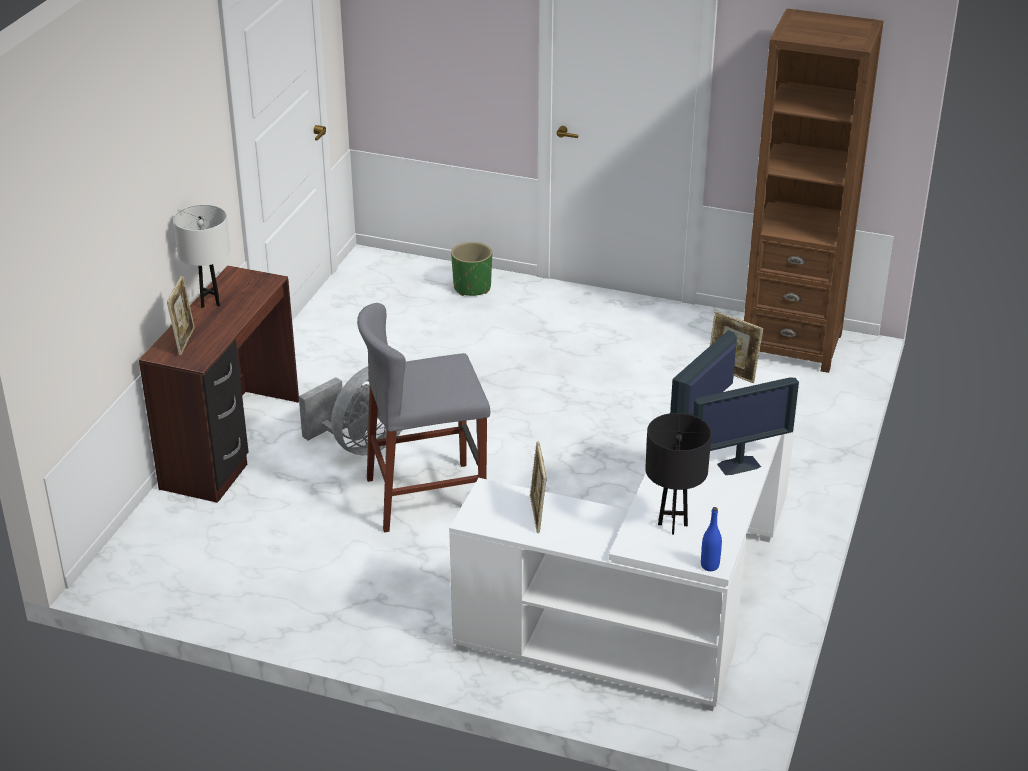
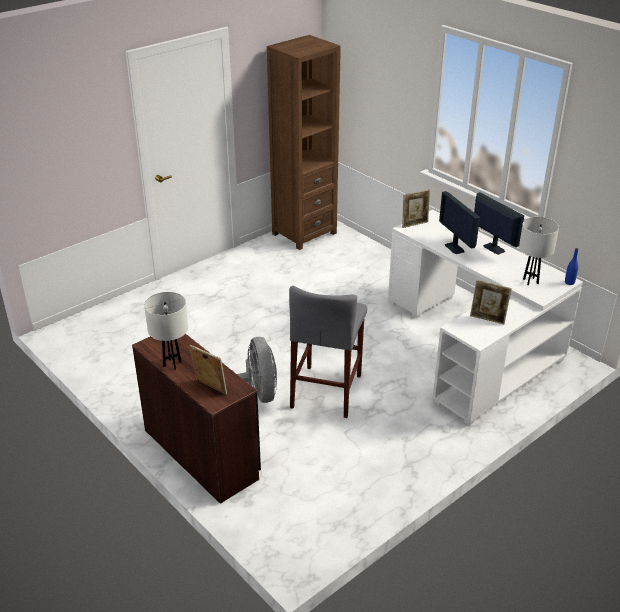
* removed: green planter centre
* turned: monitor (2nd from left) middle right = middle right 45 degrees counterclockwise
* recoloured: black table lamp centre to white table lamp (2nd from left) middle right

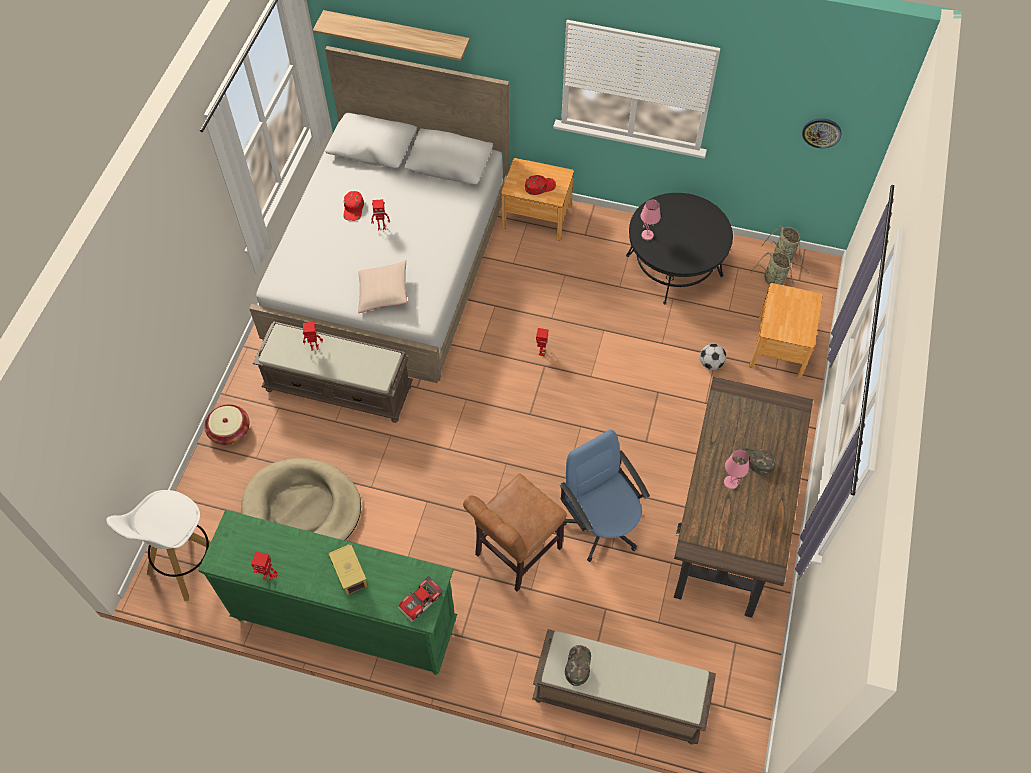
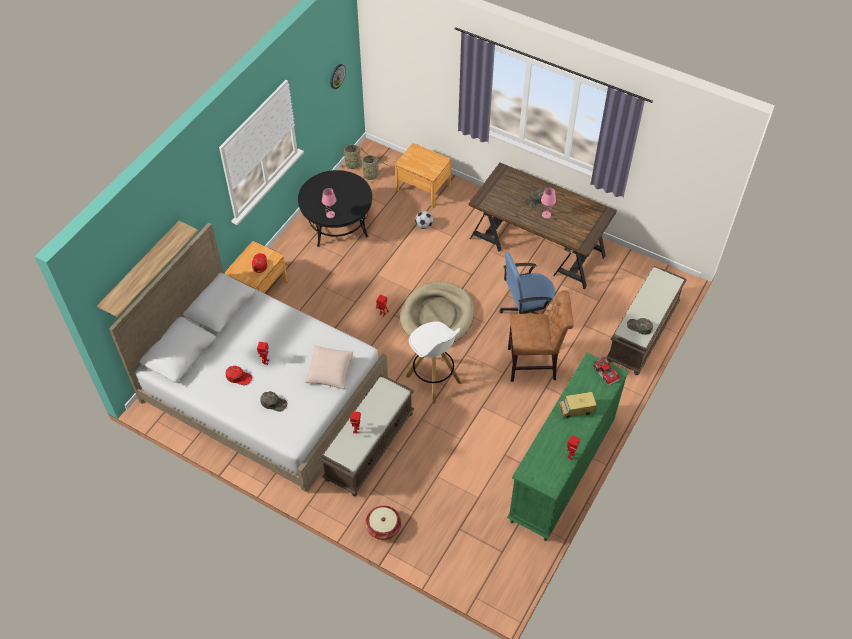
* moved: beige dog bed middle left to centre
* turned: brown chair bottom centre = centre 60 degrees counterclockwise
* moved: white stool bottom left to centre
* added: green cap (1st from left) middle left

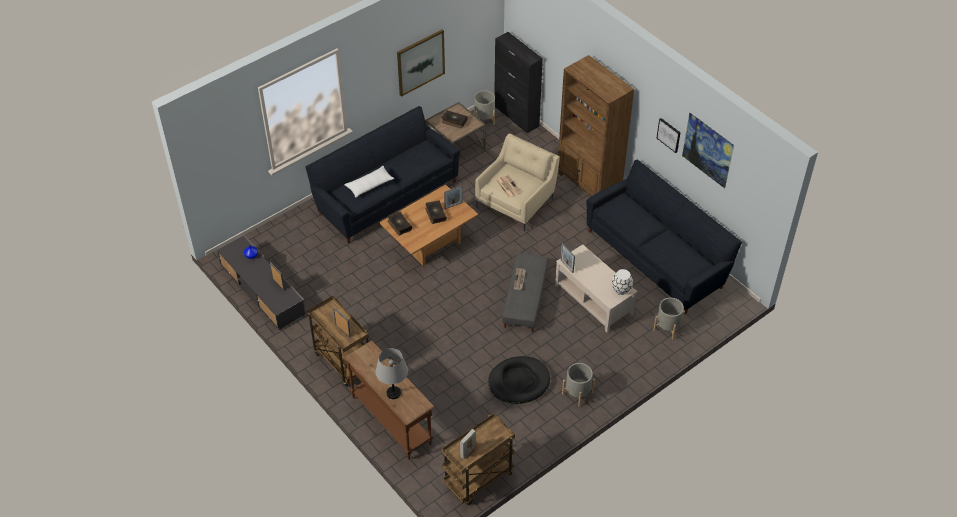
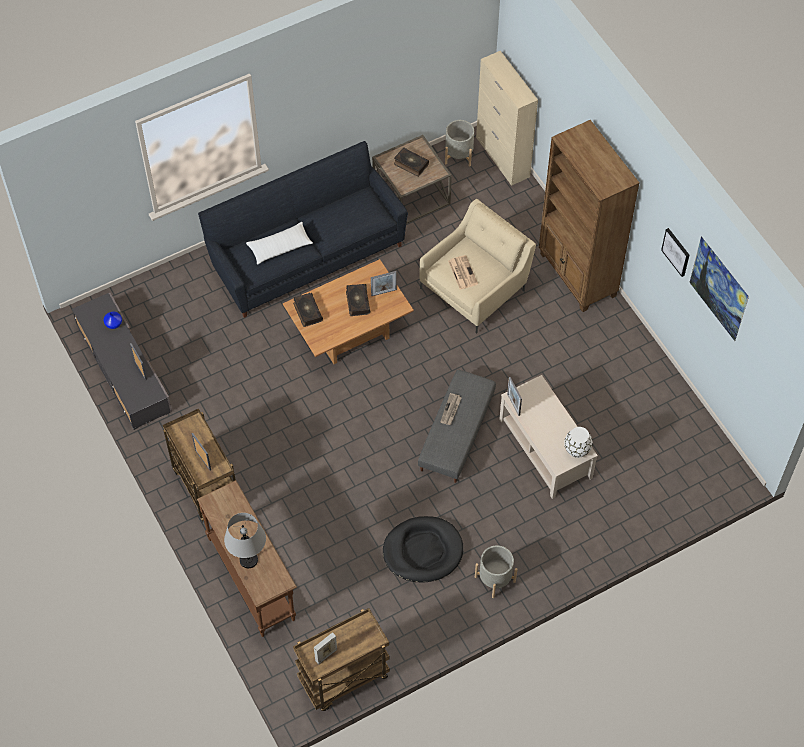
* removed: picture (1st from left) top centre
* recoloured: black cabinet top centre to beige cabinet top centre
* removed: black sofa (2nd from left) middle right
* removed: grey planter (3rd from left) middle right

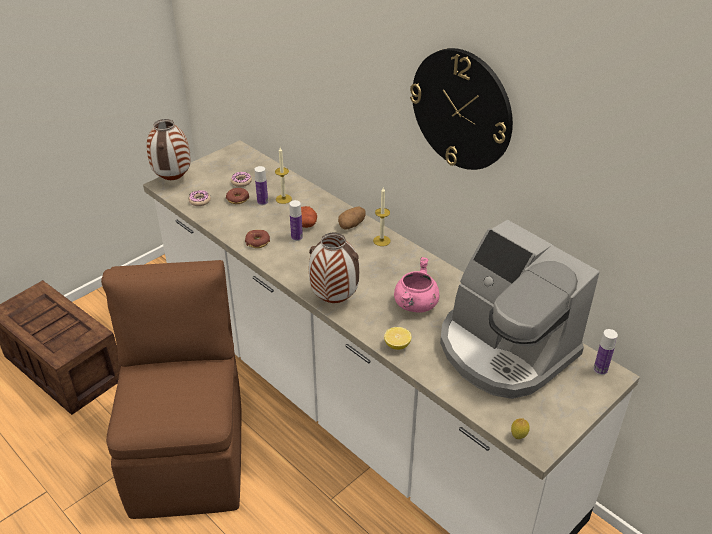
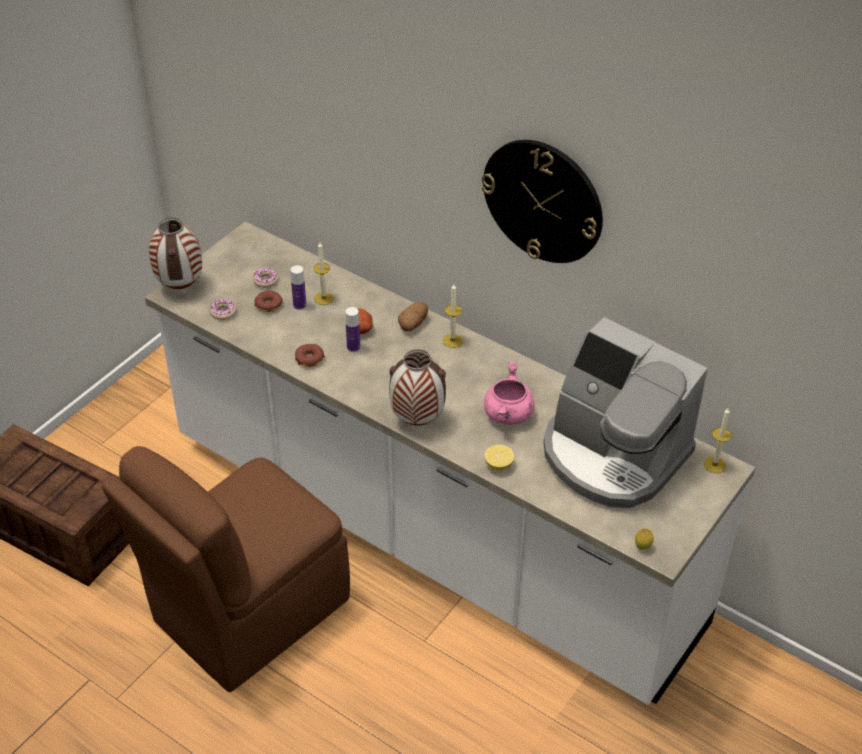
* turned: brown chair bottom left = bottom left 120 degrees counterclockwise
* replaced: bottle (3rd from left) middle right to candle (3rd from left) middle right

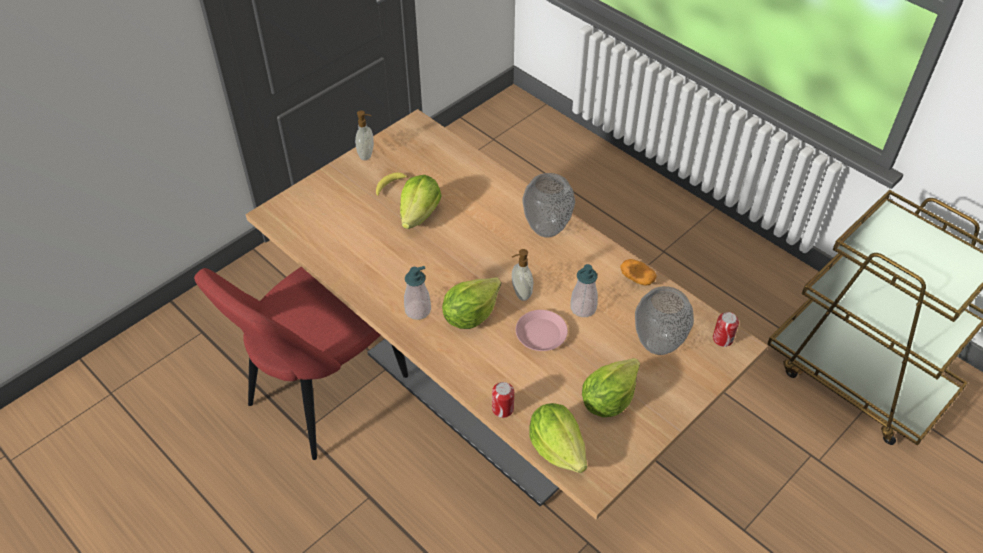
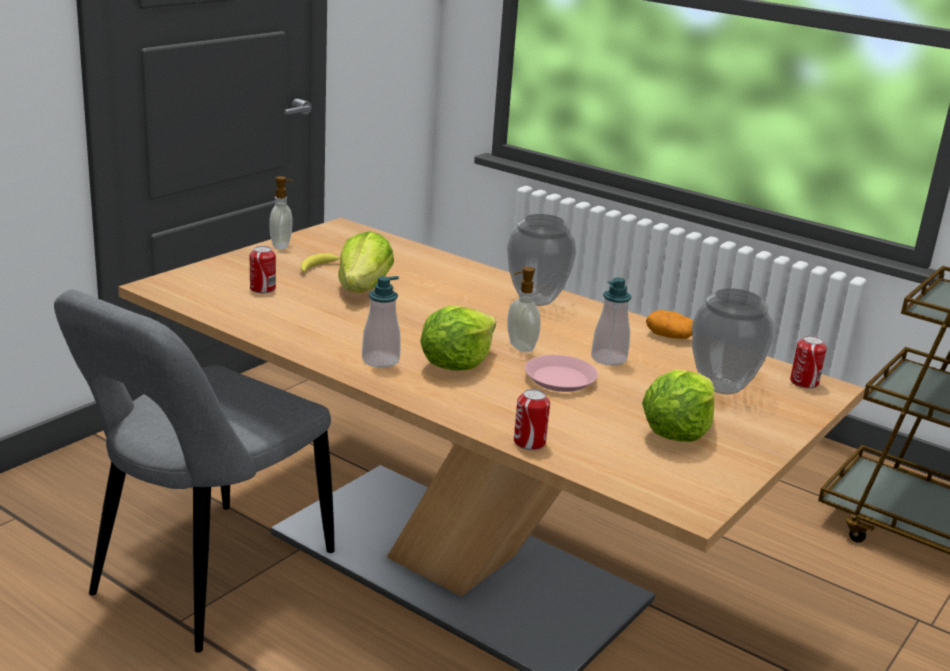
* recoloured: red chair middle left to grey chair bottom left
* removed: lettuce (3rd from left) bottom centre
* added: can (1st from left) middle left

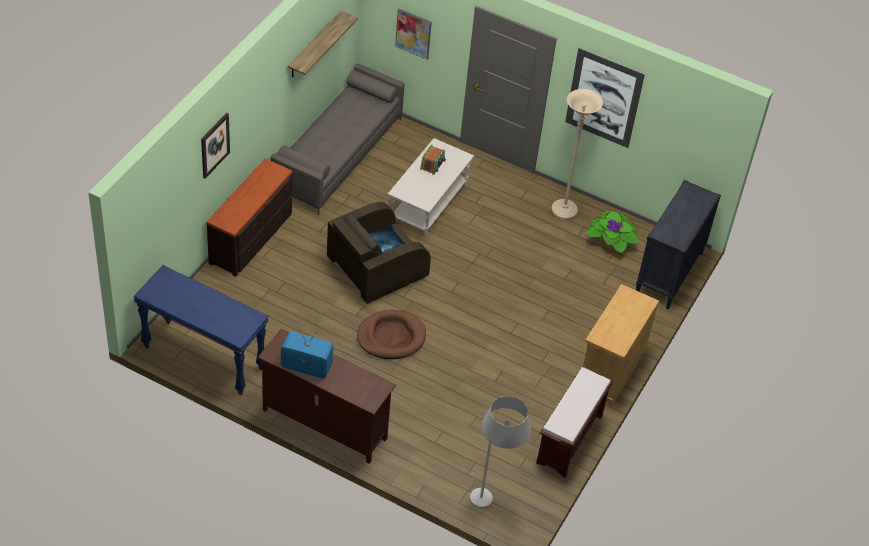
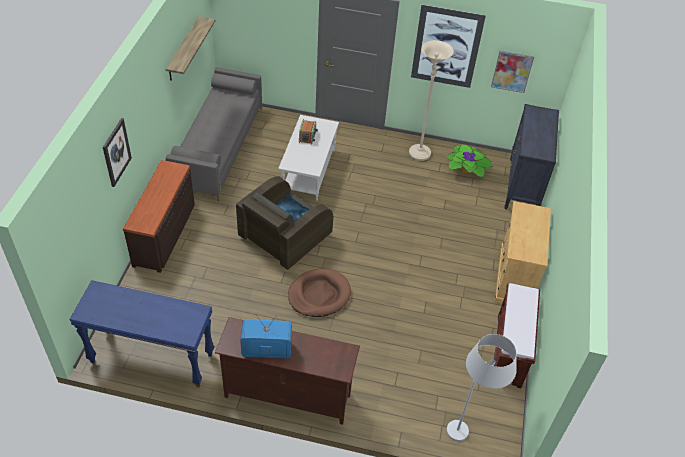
* moved: picture (2nd from left in the first image) top centre to picture (3rd from left) top right

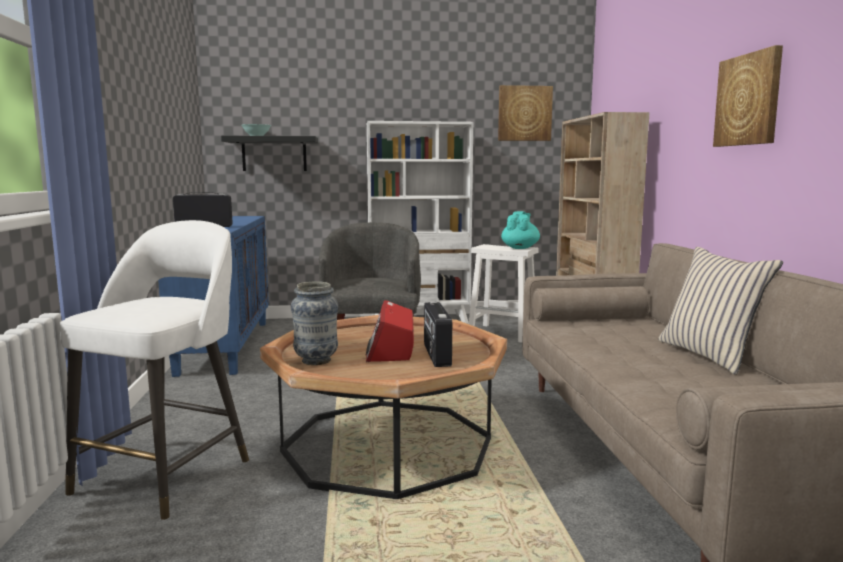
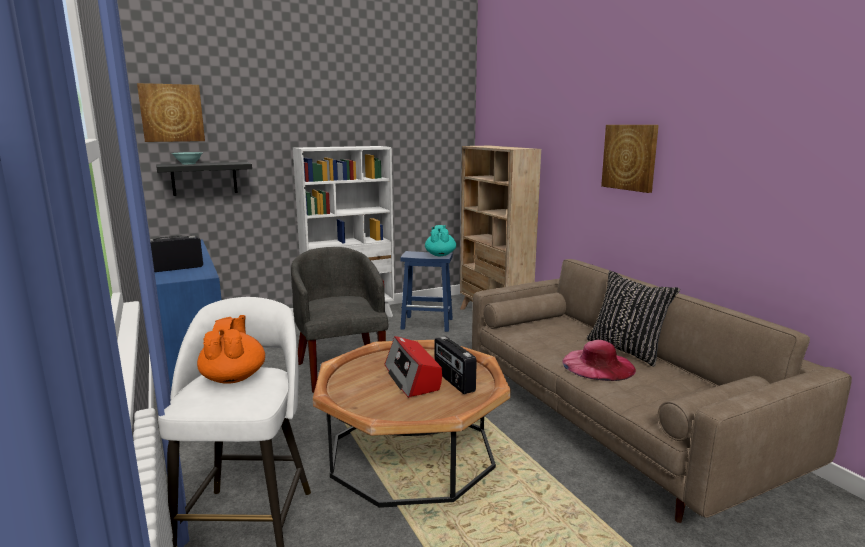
* moved: picture (1st from left) top centre to top left
* recoloured: white stool (2nd from left) centre to blue stool centre
* recoloured: beige pillow middle right to black pillow middle right
* removed: vase centre
* added: orange teapot middle left
* added: pink hat middle right

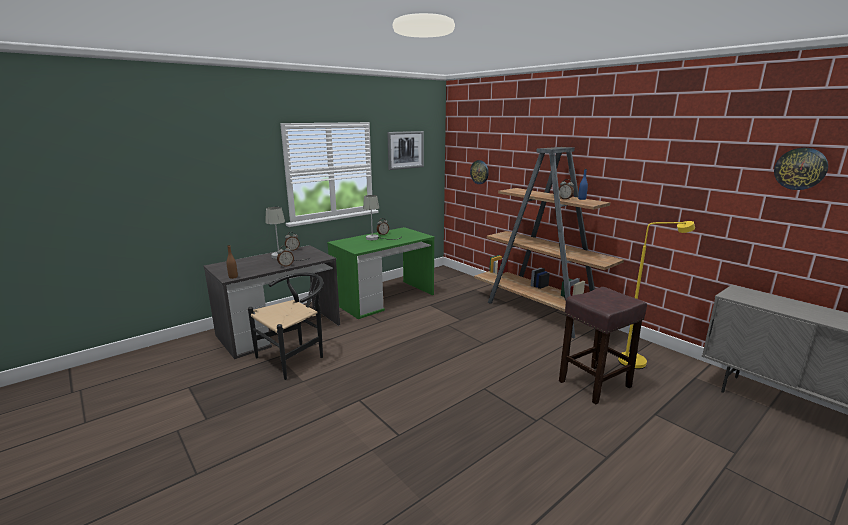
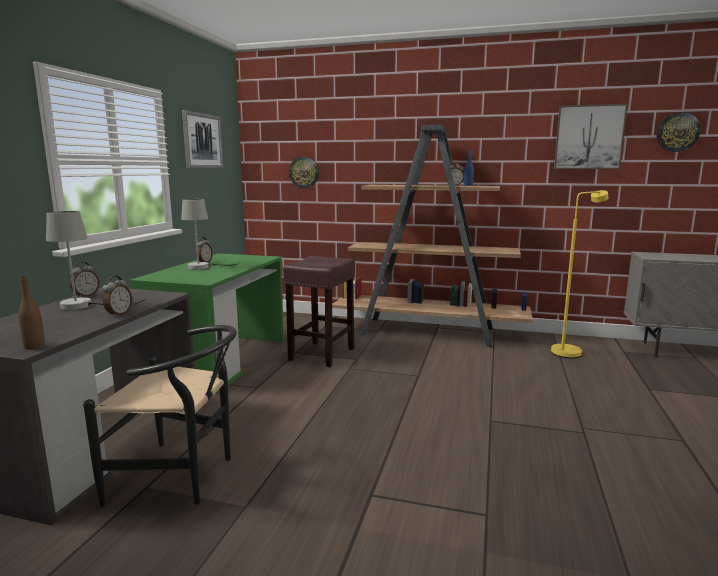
* turned: black chair centre = bottom left 90 degrees clockwise
* moved: brown stool middle right to centre
* added: picture (2nd from left) top right

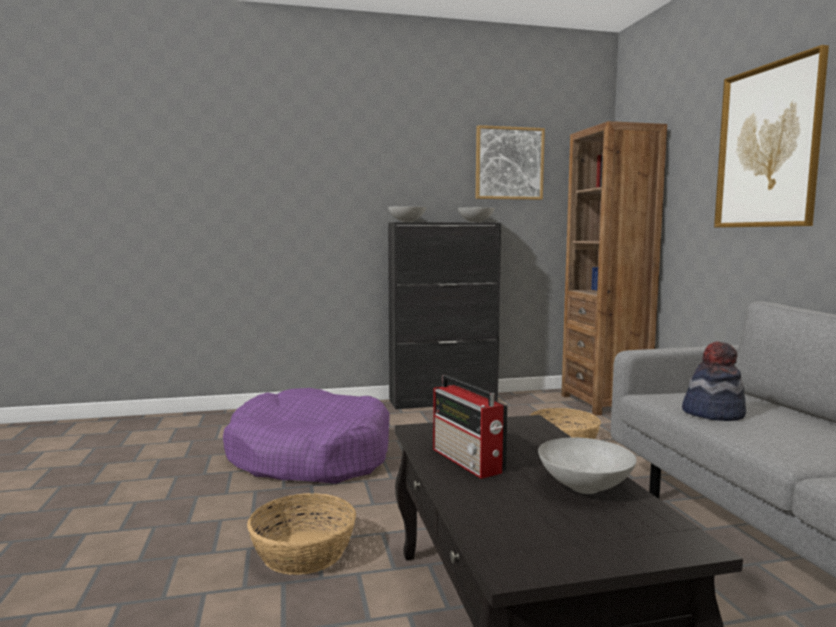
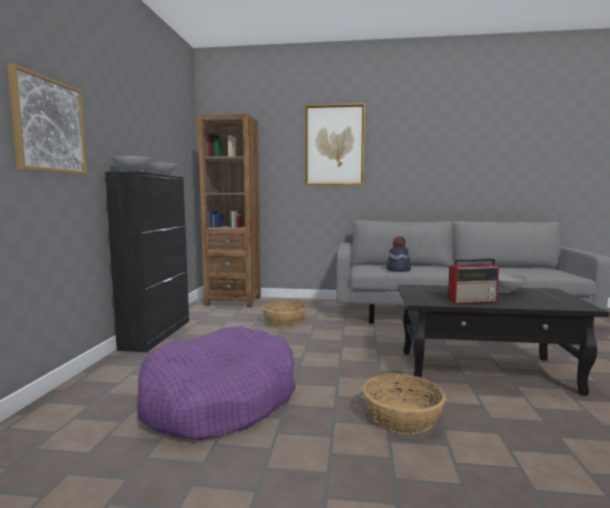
* moved: picture (1st from left) top centre to top left

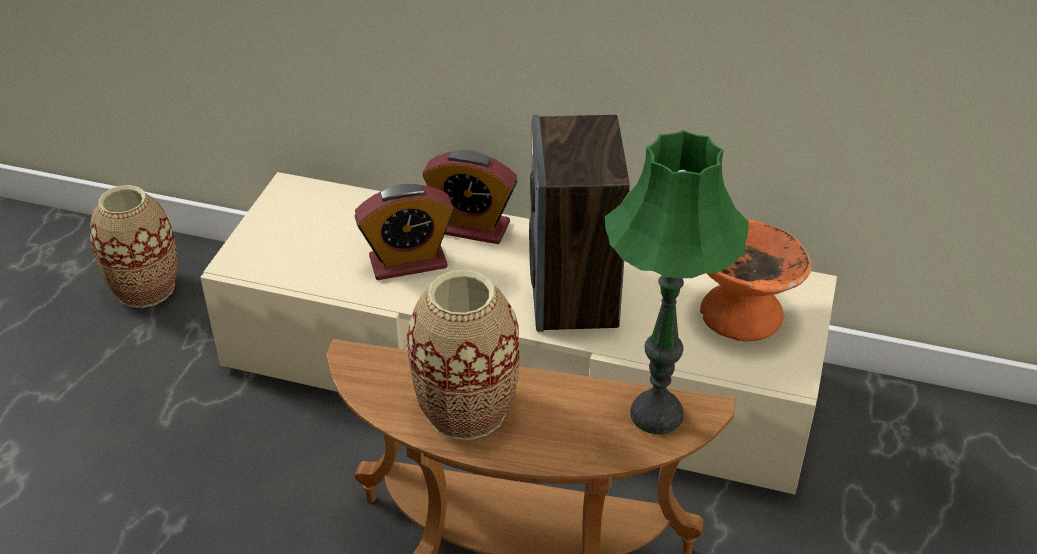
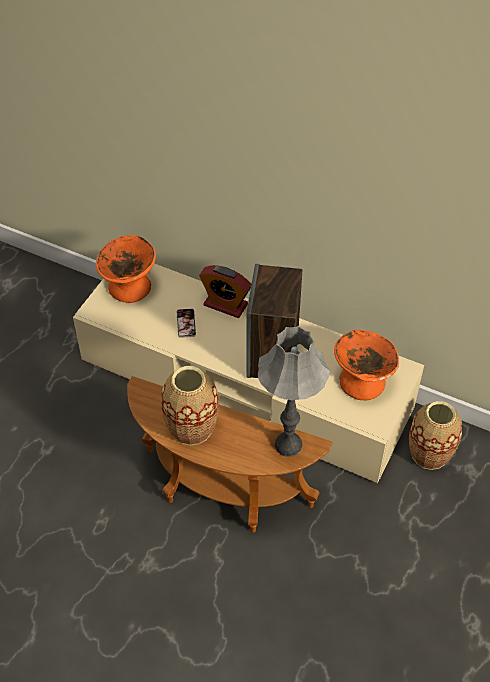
* recoloured: green table lamp centre to grey table lamp centre
* replaced: alarm clock (1st from left) centre to phone centre
* moved: vase (1st from left in the first image) middle left to vase (2nd from left) middle right
* added: orange bowl (1st from left) middle left

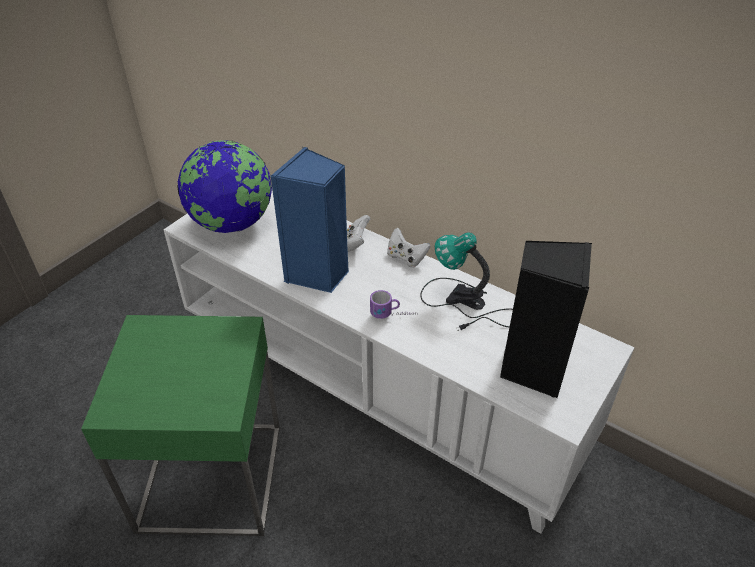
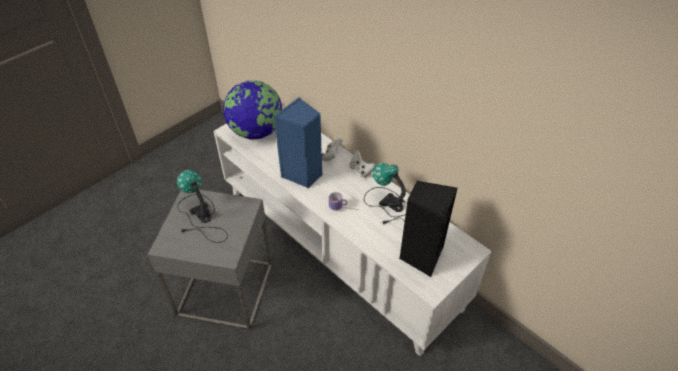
* recoloured: green side table bottom left to grey side table bottom left
* added: table lamp (1st from left) middle left

